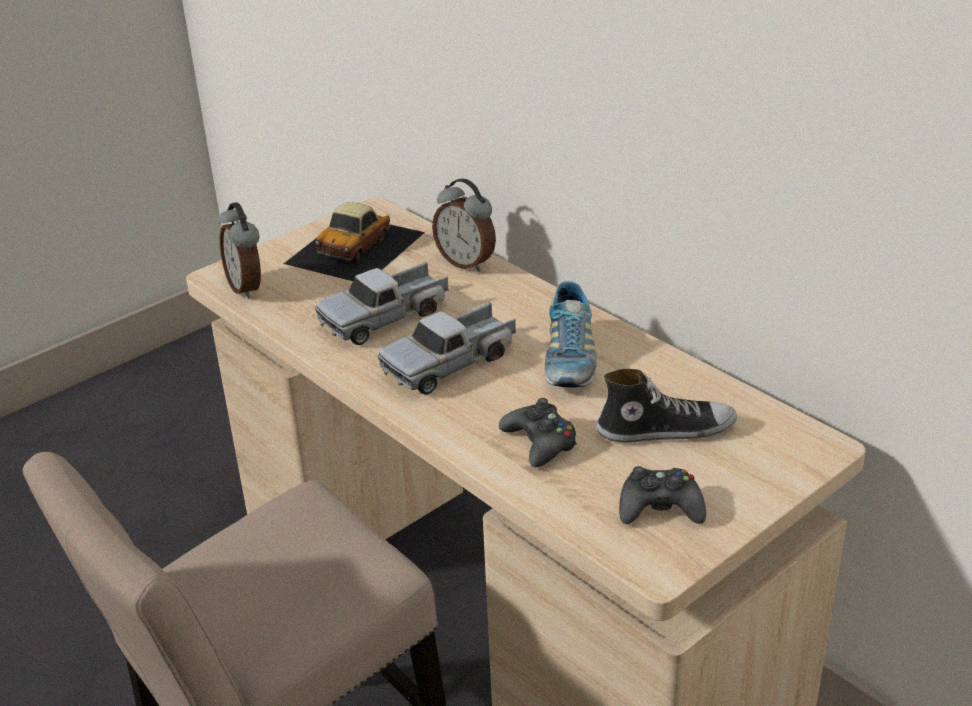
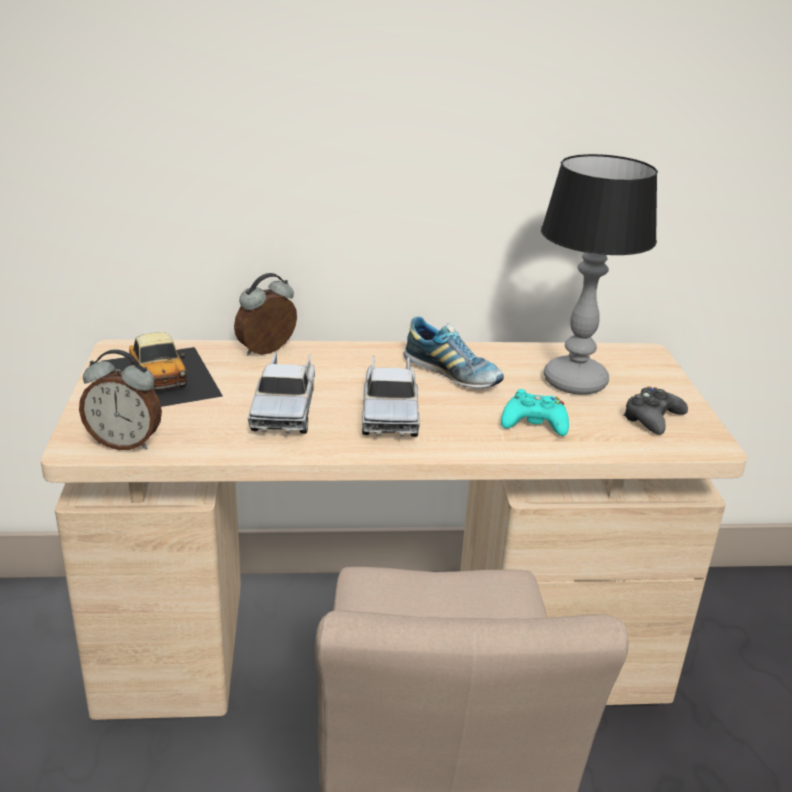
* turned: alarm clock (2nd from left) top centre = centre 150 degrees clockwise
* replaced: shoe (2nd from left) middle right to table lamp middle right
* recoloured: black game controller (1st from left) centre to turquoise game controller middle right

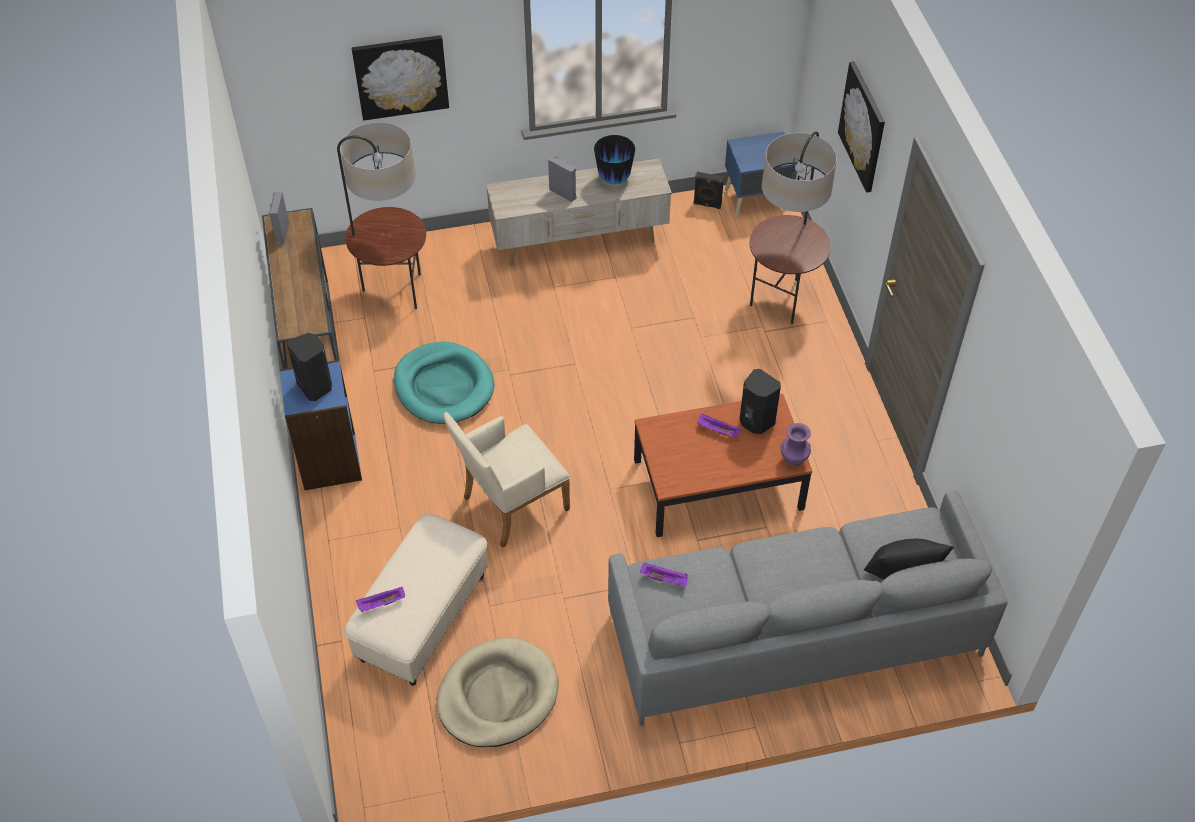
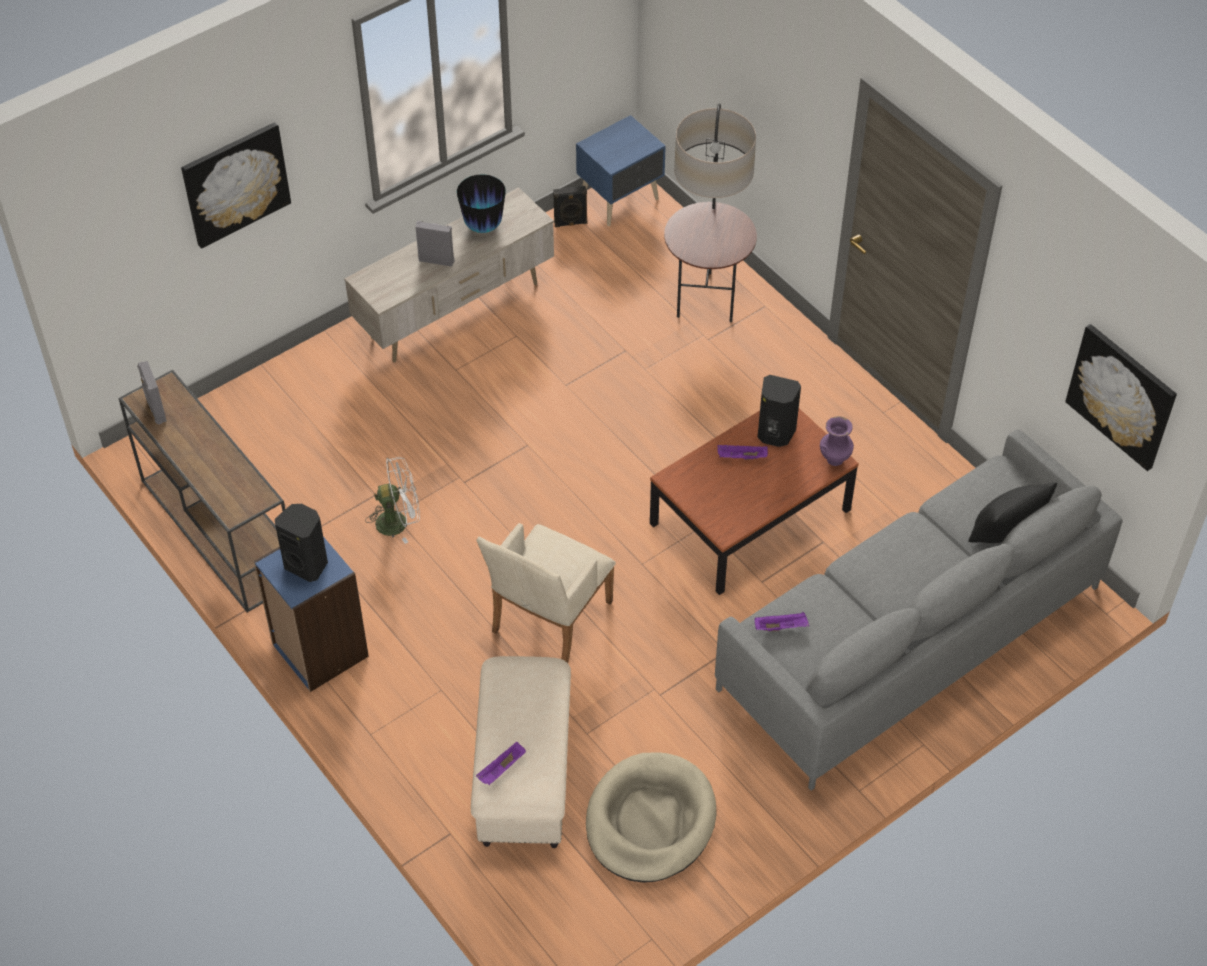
* moved: picture (2nd from left) top right to middle right
* removed: floor lamp (1st from left) top left
* replaced: turquoise dog bed centre to white fan middle left

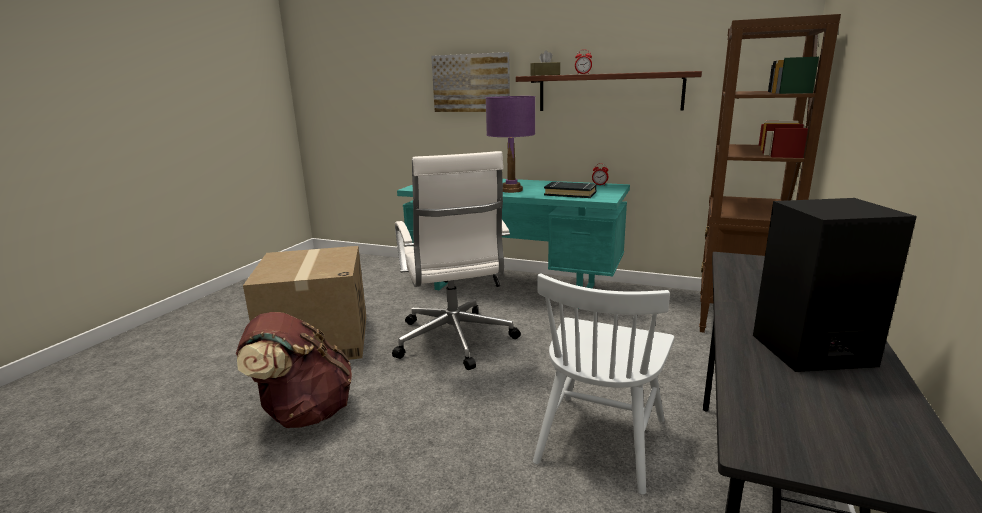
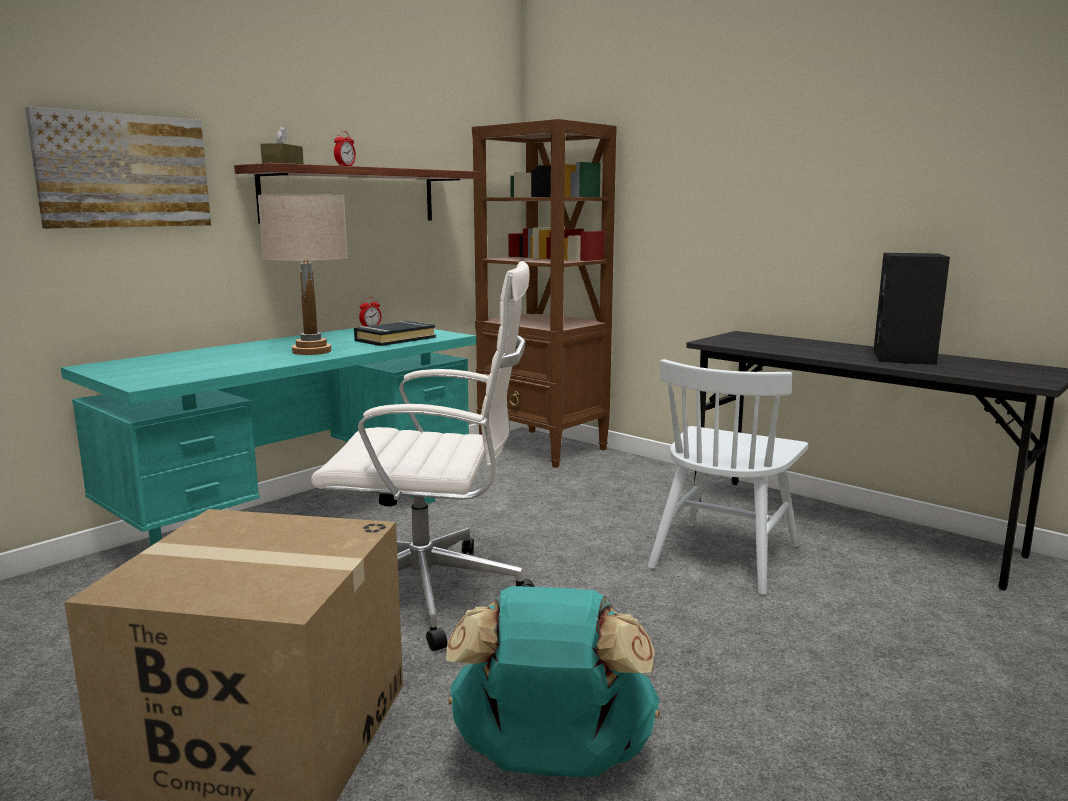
* recoloured: purple table lamp top centre to beige table lamp middle left
* turned: white chair bottom centre = middle right 75 degrees clockwise
* recoloured: brown backpack bottom left to turquoise backpack bottom centre

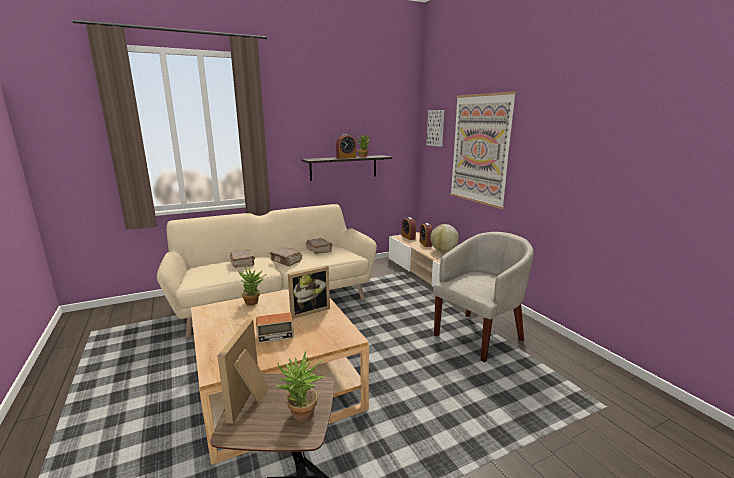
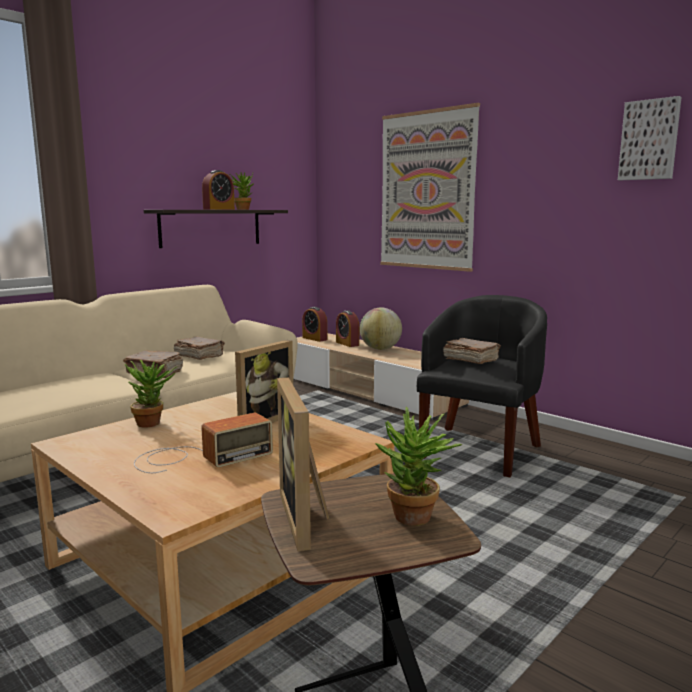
* moved: picture (1st from left in the first image) top centre to picture (2nd from left) top right
* recoloured: beige armchair centre to black armchair middle right
* moved: brown book (1st from left in the first image) middle left to brown book (3rd from left) middle right

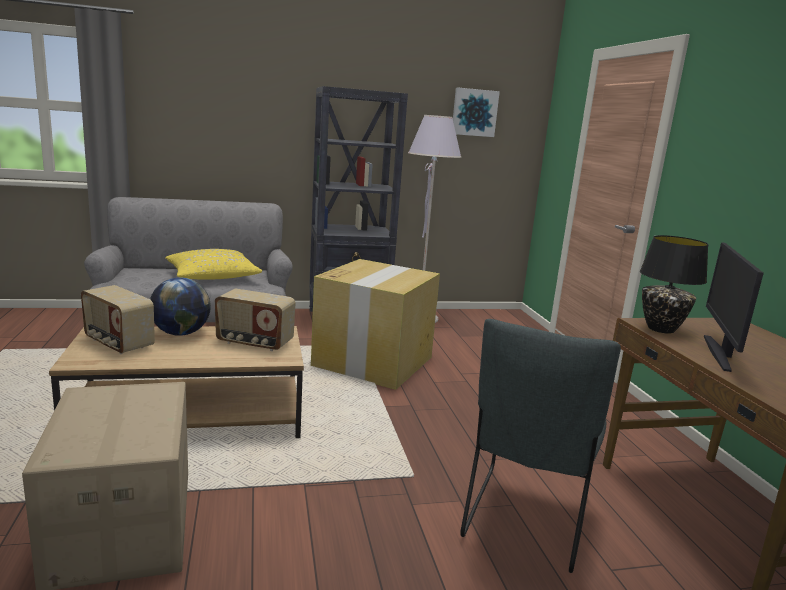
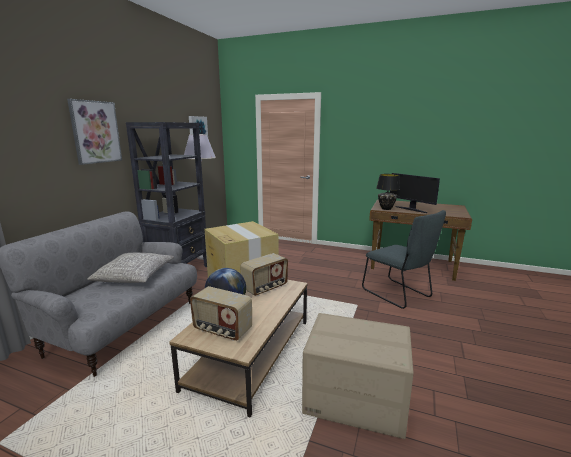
* recoloured: yellow pillow middle left to grey pillow middle left
* turned: radio (1st from left) middle left = bottom centre 45 degrees clockwise
* added: picture (1st from left) top left

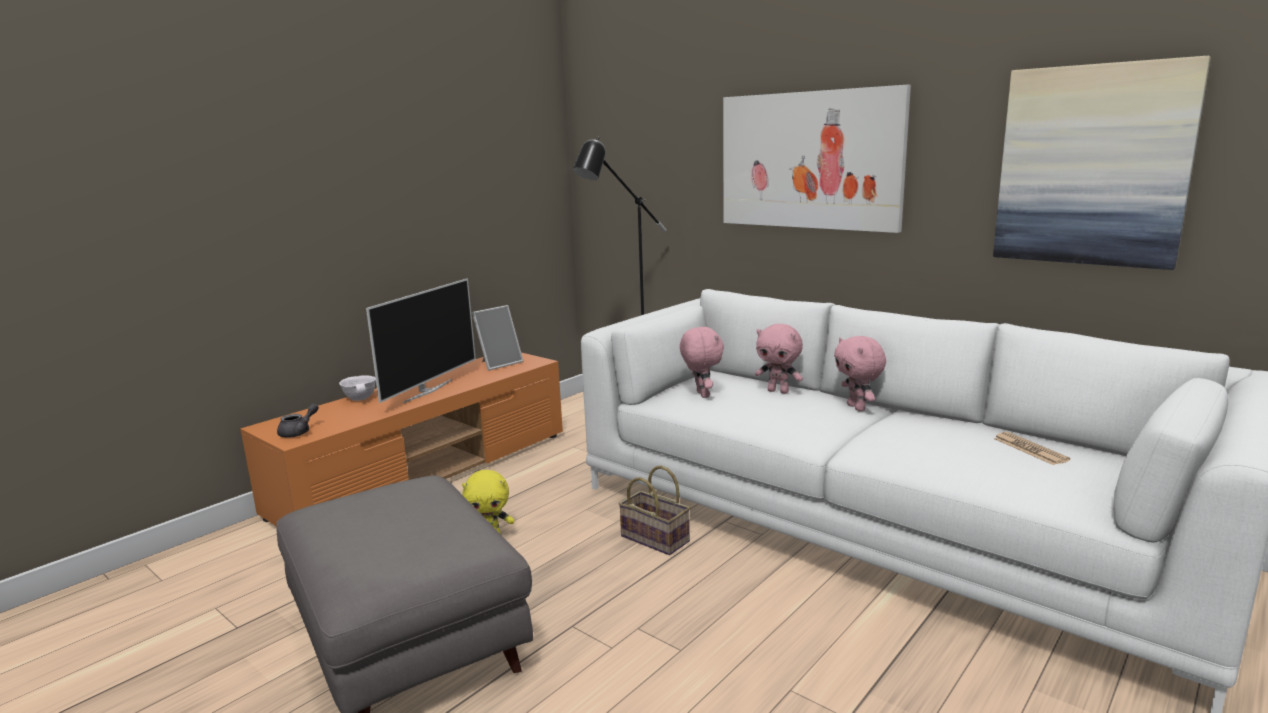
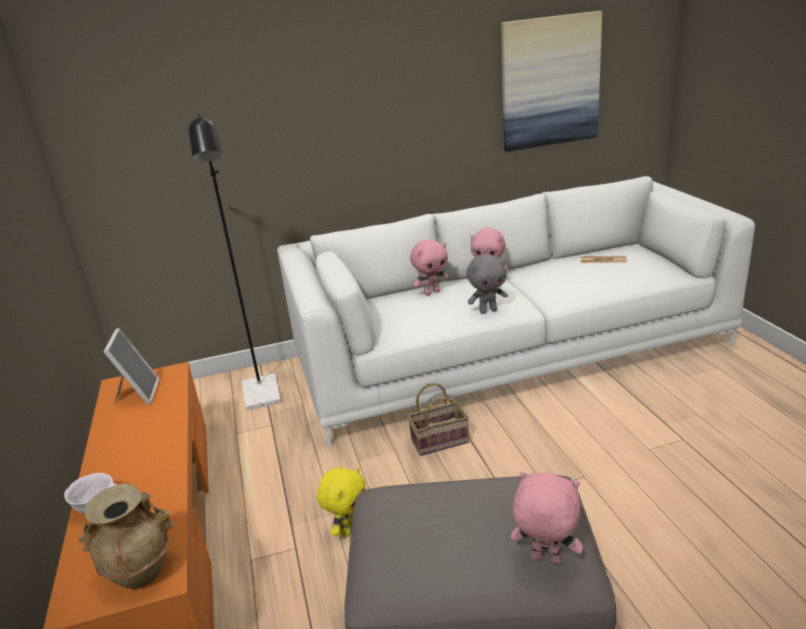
* removed: picture (1st from left) top centre
* removed: television middle left
* moved: pink plush toy (1st from left in the first image) centre to pink plush toy (3rd from left) bottom right
* replaced: grey teapot middle left to beige vase bottom left
* added: grey plush toy centre

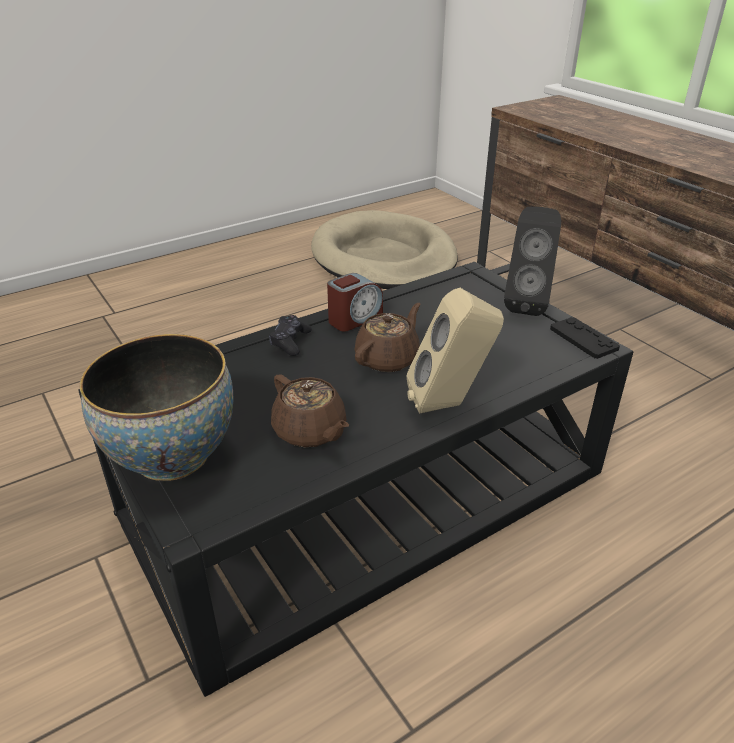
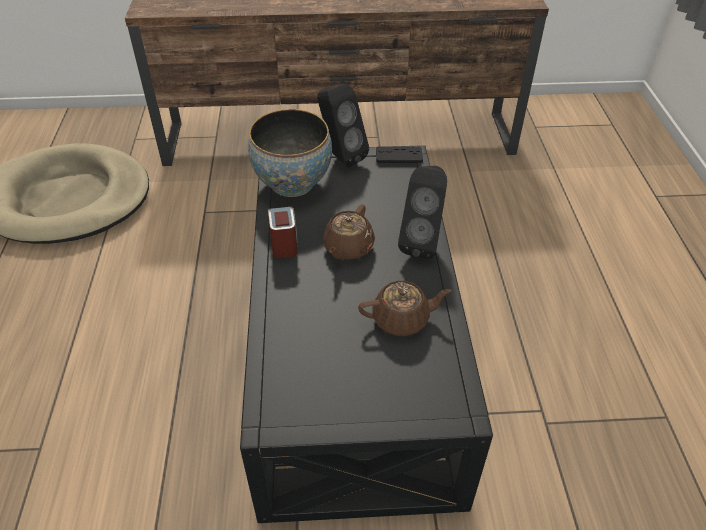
* recoloured: beige speaker centre to black speaker (2nd from left) centre
* turned: brown teapot (2nd from left in the first image) centre = centre 135 degrees counterclockwise
* removed: black game controller (1st from left) centre
* moved: bowl middle left to top centre

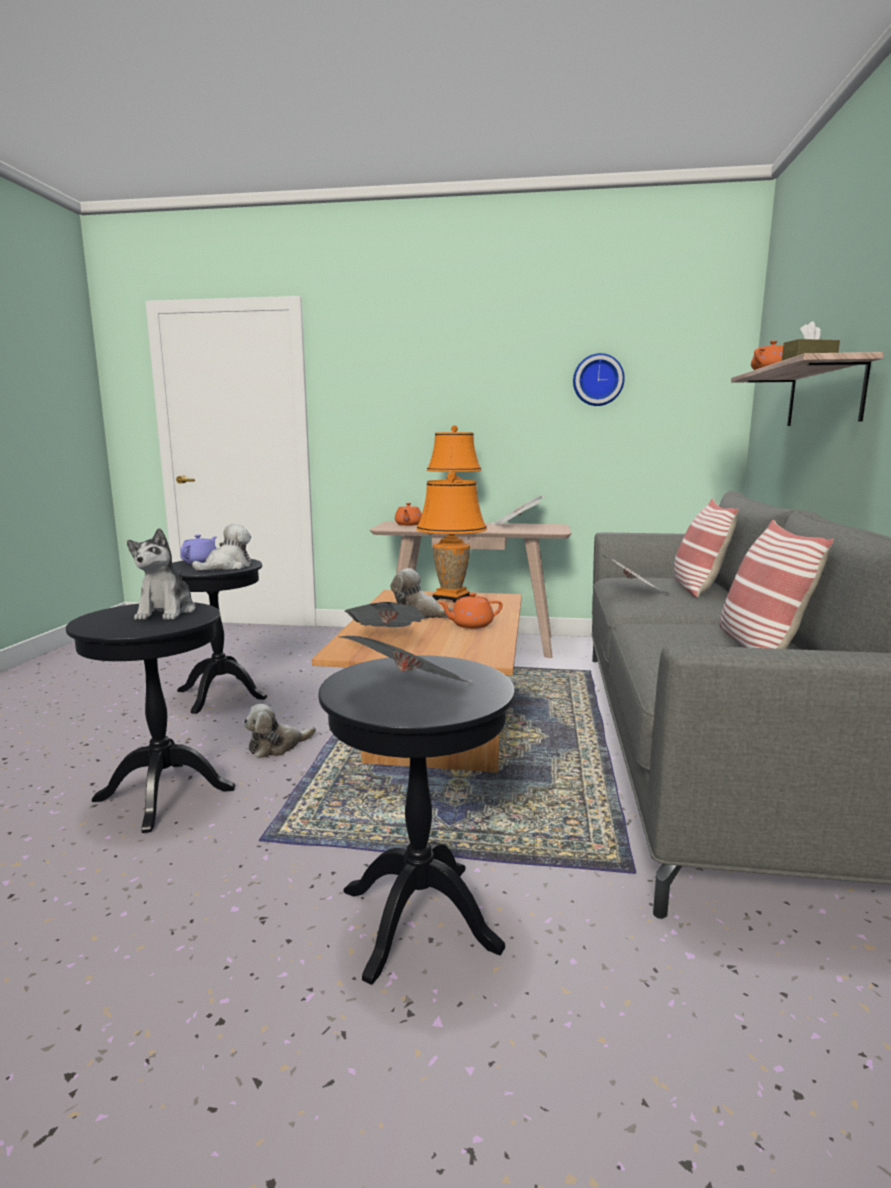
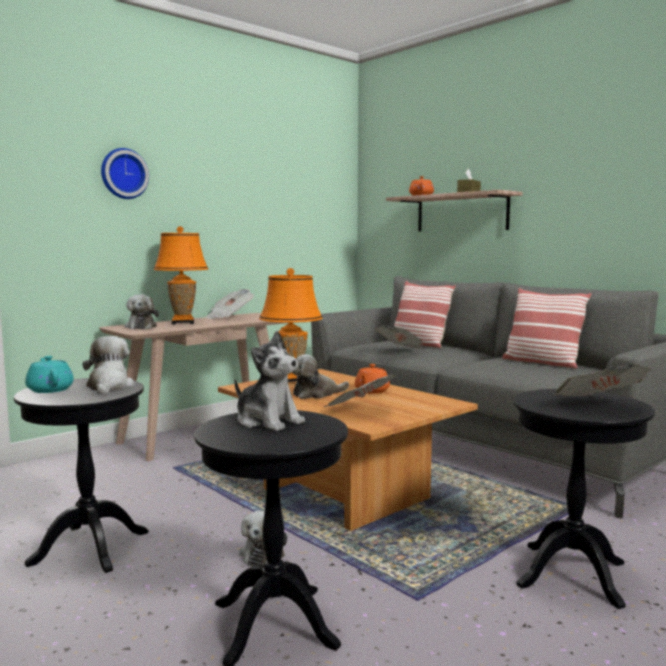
* moved: wall clock top right to top left
* replaced: orange teapot (1st from left) centre to plush toy (2nd from left) middle left
* recoloured: purple teapot middle left to turquoise teapot middle left

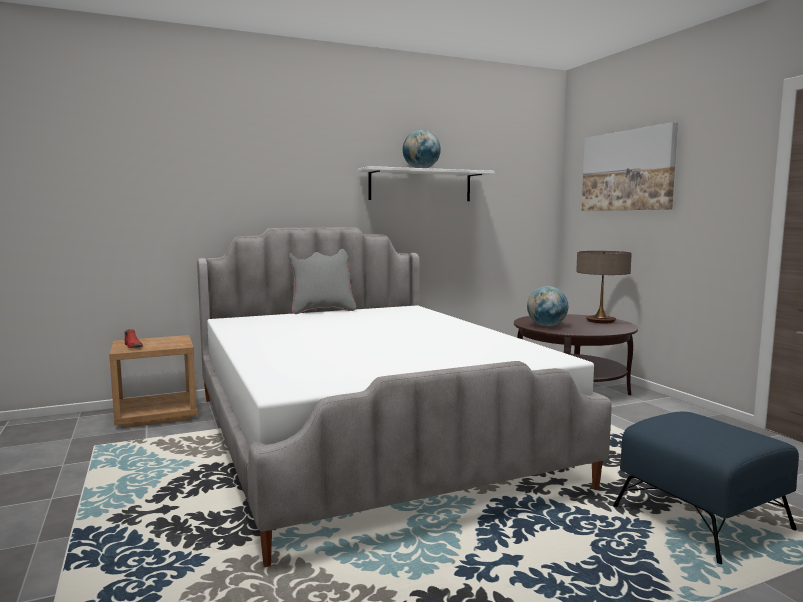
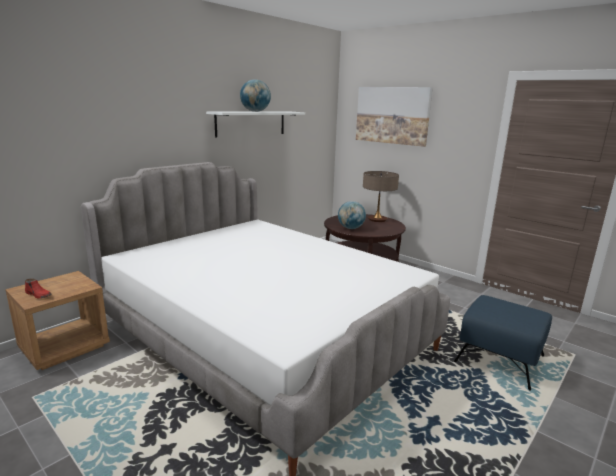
* removed: grey pillow centre

